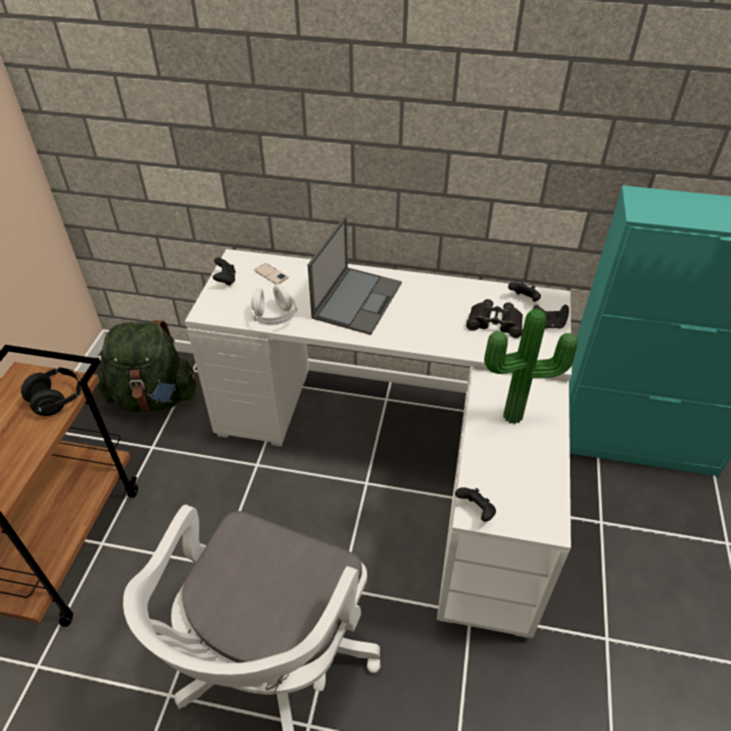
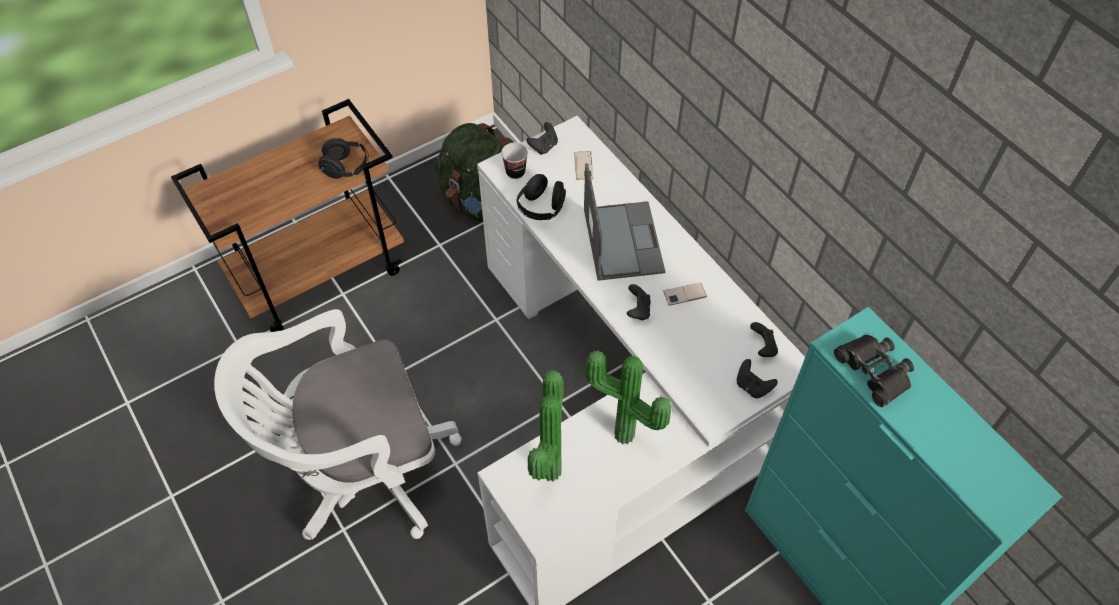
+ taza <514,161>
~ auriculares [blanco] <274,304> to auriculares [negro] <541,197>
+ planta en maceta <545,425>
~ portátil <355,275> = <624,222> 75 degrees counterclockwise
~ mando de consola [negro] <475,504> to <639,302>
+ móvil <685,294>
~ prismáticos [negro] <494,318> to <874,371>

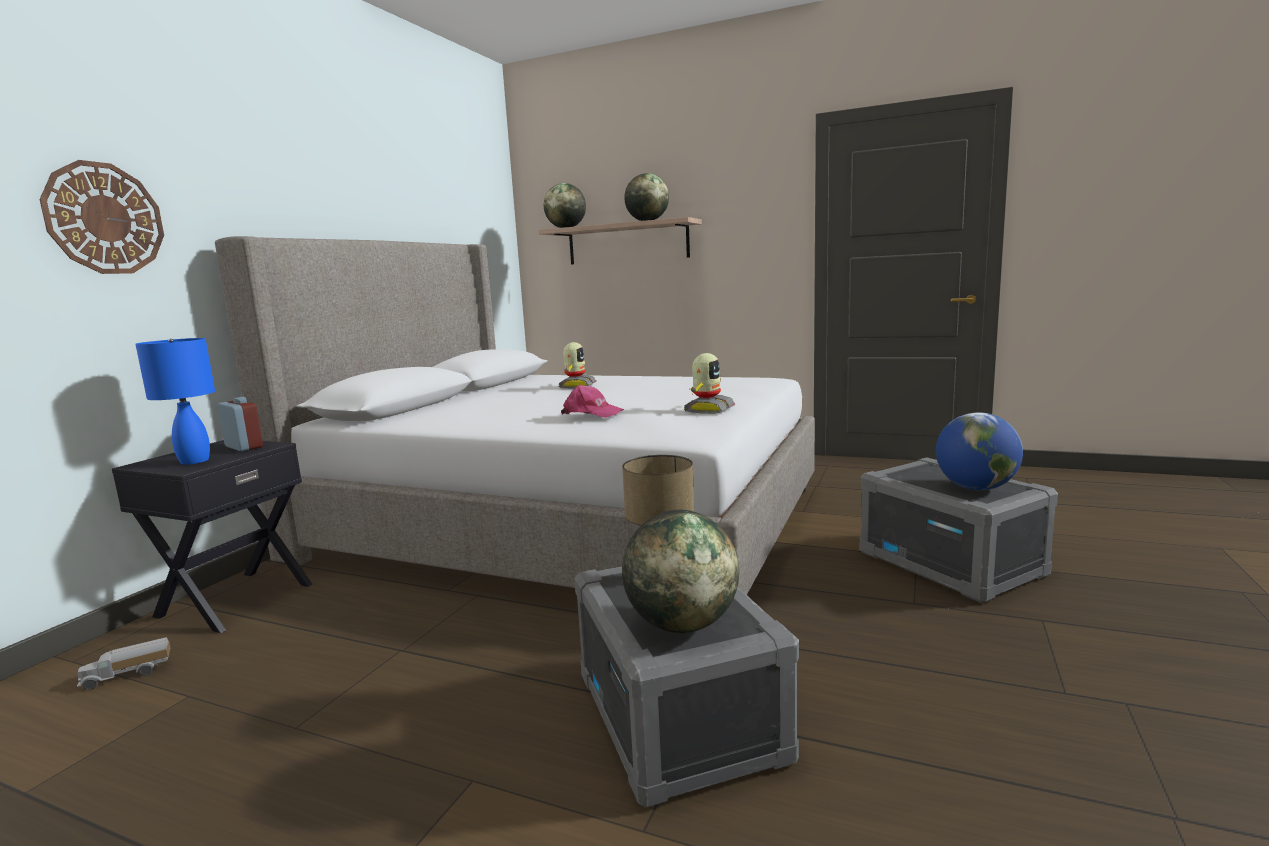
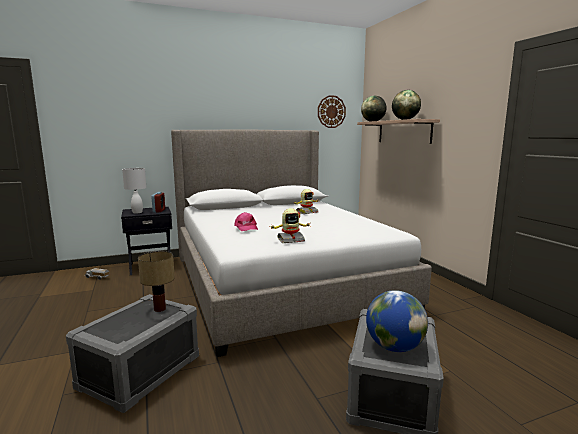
~ lámpara de mesa [azul] <175,401> to lámpara de mesa [blanco] <134,190>
~ reloj de pared <101,217> to <332,111>
- globo terráqueo <680,571>

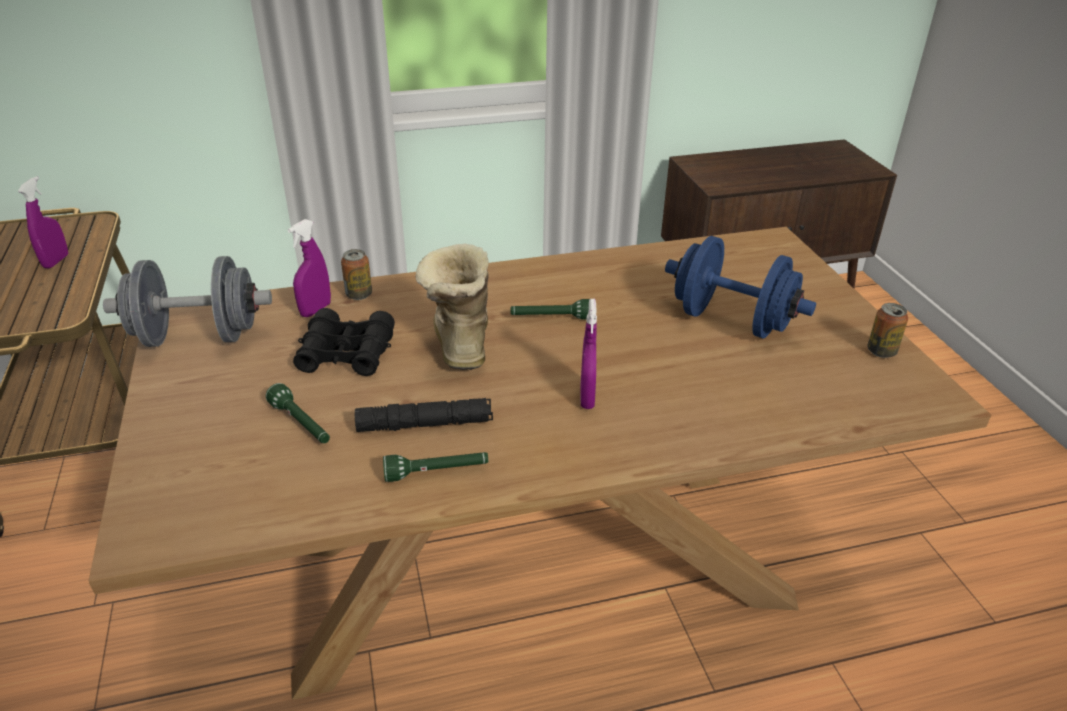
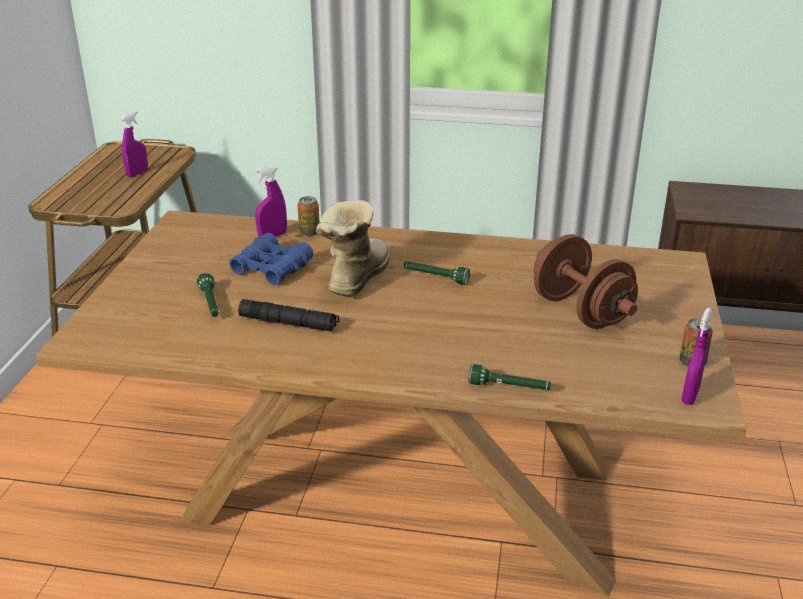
~ prismáticos [negro] <344,342> to prismáticos [azul] <271,259>
~ linterna [verde] <435,467> to <509,377>
~ mancuerna [azul] <740,287> to mancuerna [marrón] <586,281>
~ pulverizador [morado] <588,354> to <696,356>
- mancuerna [gris] <187,301>

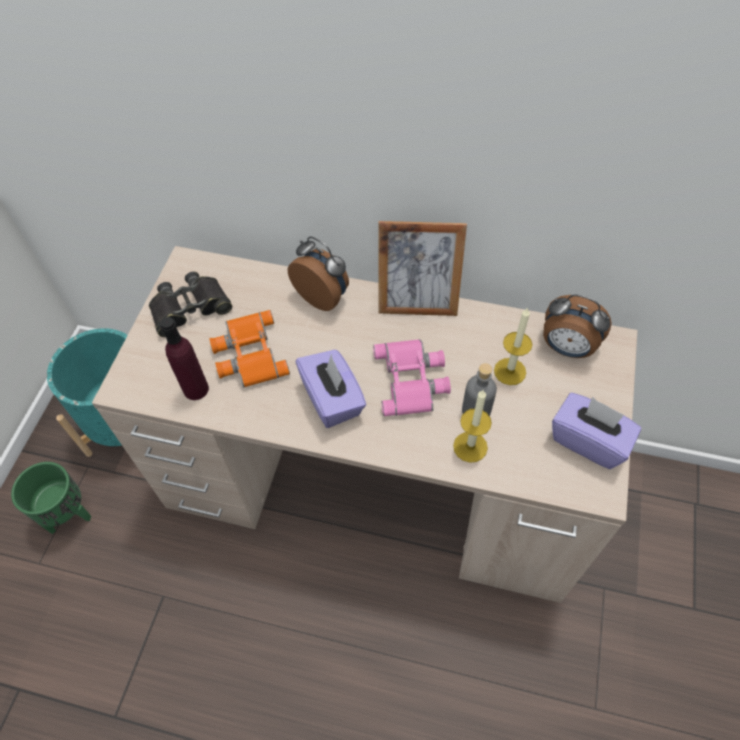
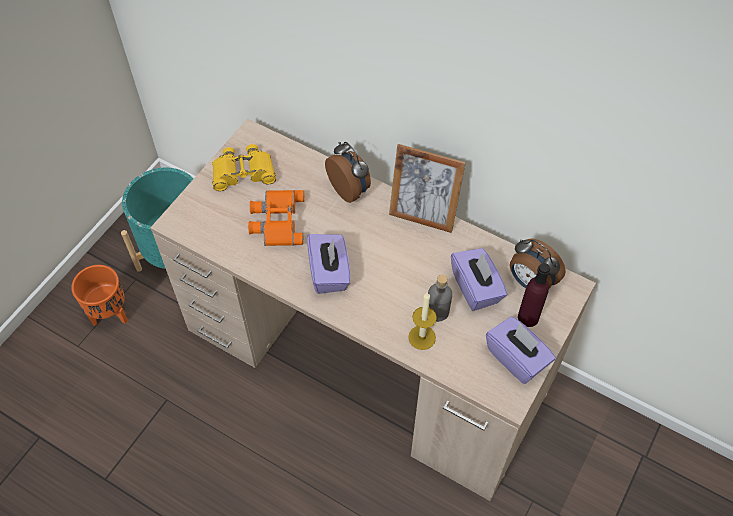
~ maceta [verde] <51,498> to maceta [naranja] <99,295>
~ prismáticos [negro] <190,304> to prismáticos [amarillo] <244,167>
~ vela <513,346> to caja de pañuelos [morado] <479,279>
~ botella [morado] <184,358> to <534,295>
- prismáticos [rosa] <412,377>

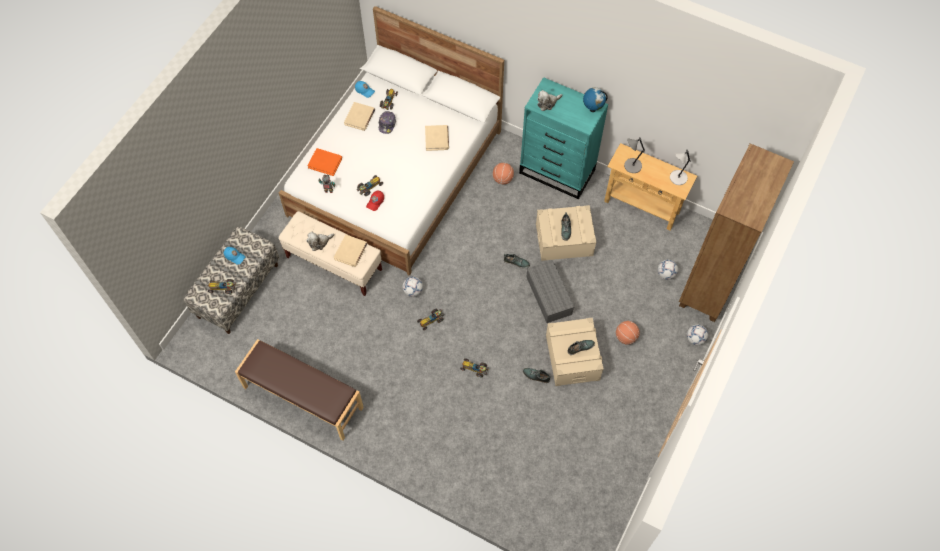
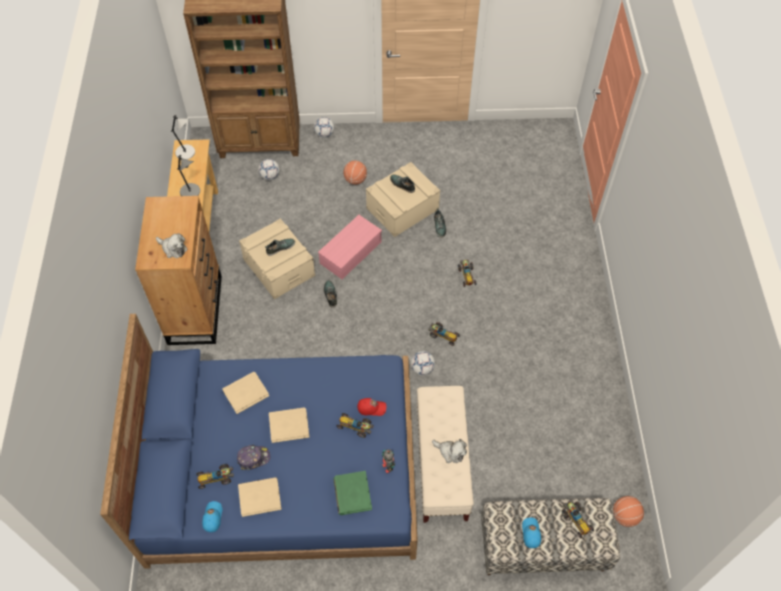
~ cama [blanco] <391,141> to cama [azul] <259,441>
~ cómoda [turquesa] <563,138> to cómoda [marrón] <178,270>
~ libro [beis] <350,251> to <289,425>
~ caja de almacenaje [gris] <550,291> to caja de almacenaje [rosa] <350,247>
~ libro [naranja] <324,162> to libro [verde] <352,493>
~ balón de baloncesto <503,173> to <628,511>
- banco [marrón] <299,390>
- globo terráqueo <595,100>

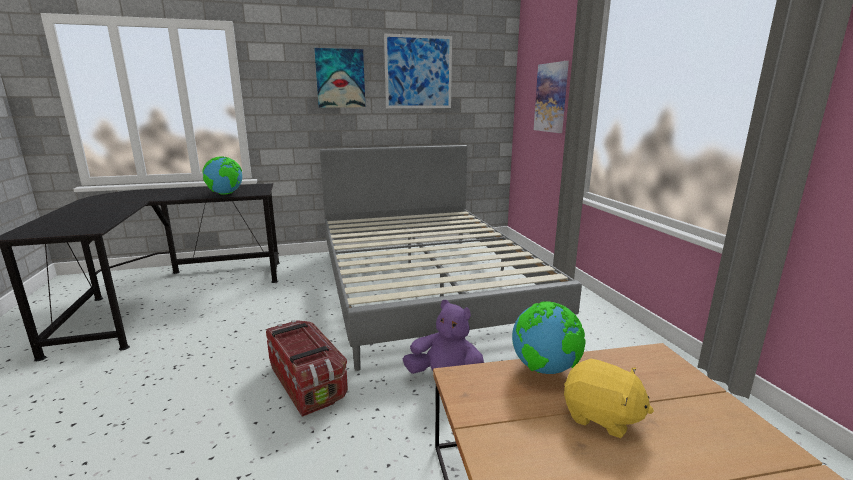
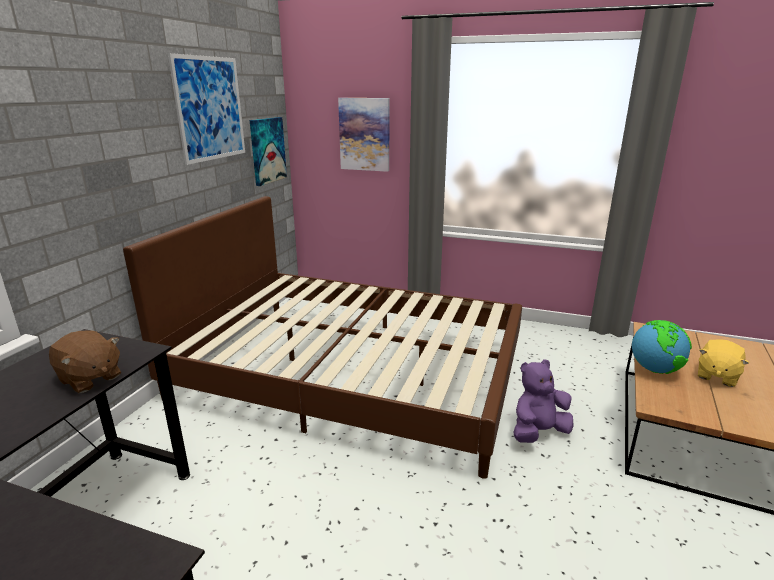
~ globo terráqueo <222,175> to peluche [marrón] <85,361>
~ cama [gris] <451,258> to cama [marrón] <322,337>
~ cuadro <339,78> to <268,151>
~ peluche [amarillo] <609,398> = <723,363> 150 degrees clockwise
- caja de almacenaje <307,368>

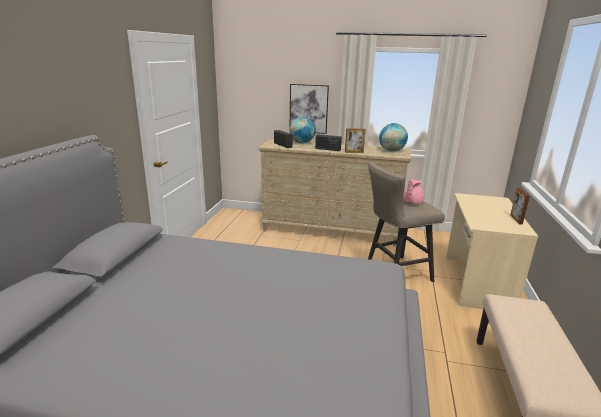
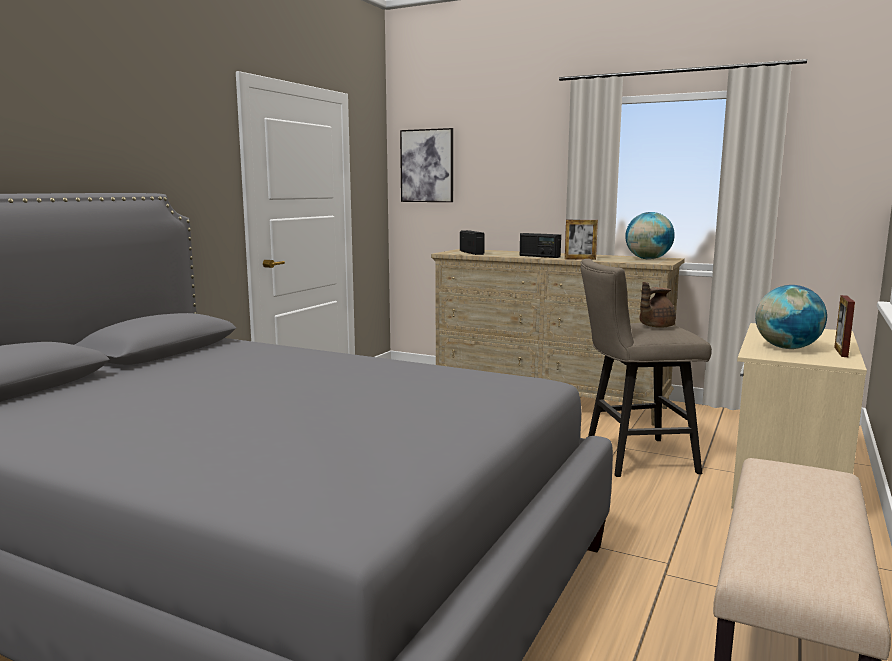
~ cuadro <309,109> to <426,165>
~ tetera [rosa] <413,191> to tetera [marrón] <658,305>
~ globo terráqueo <302,130> to <791,317>

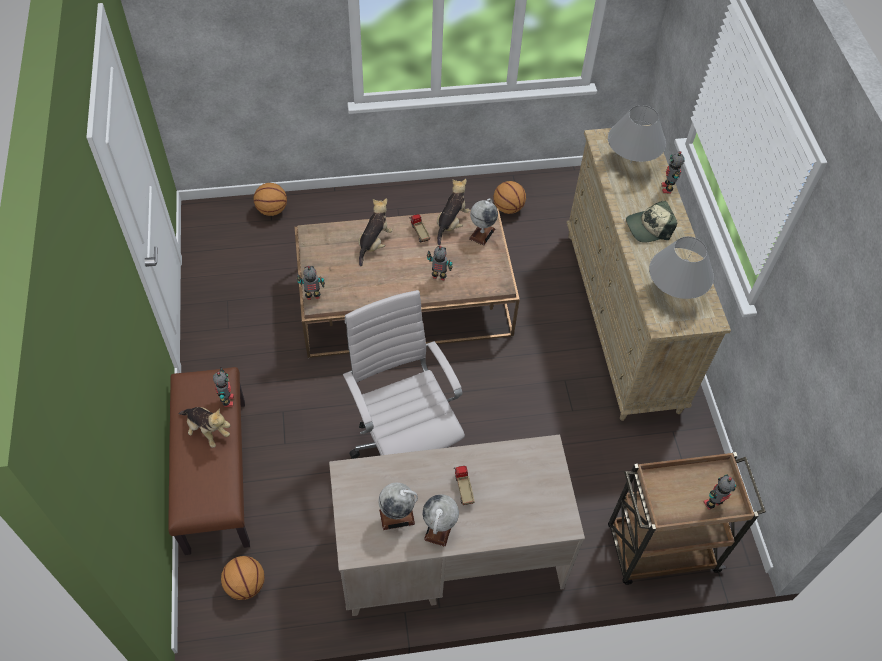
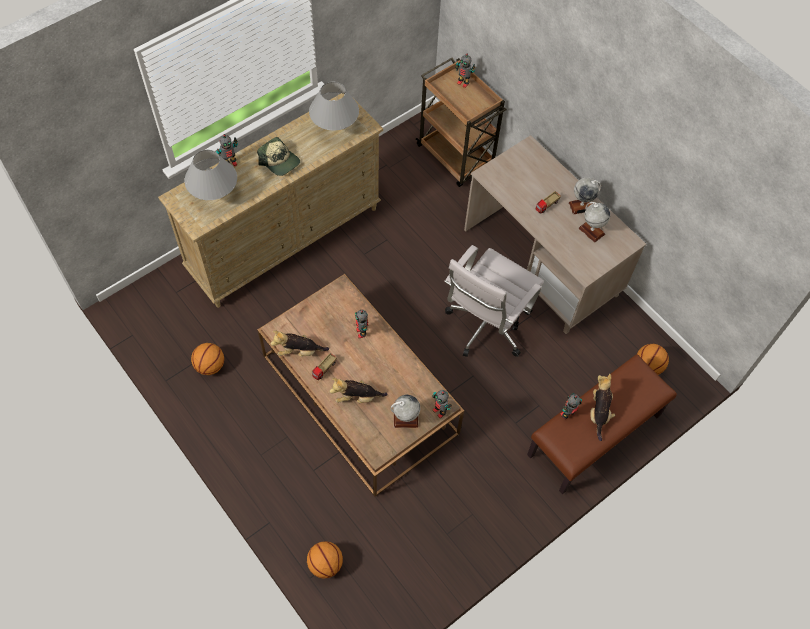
~ globo terráqueo <483,222> to <405,411>

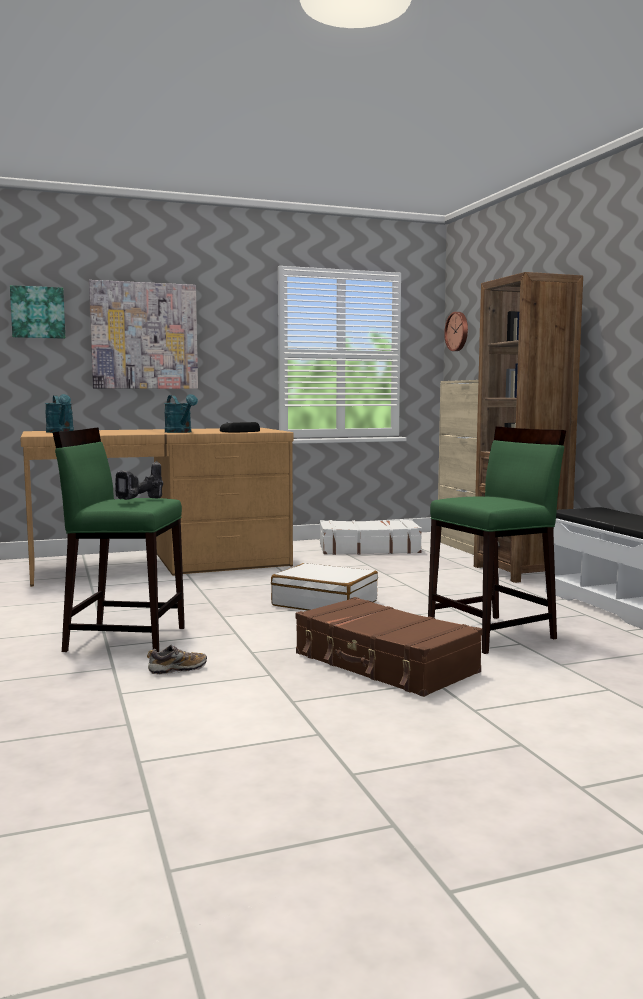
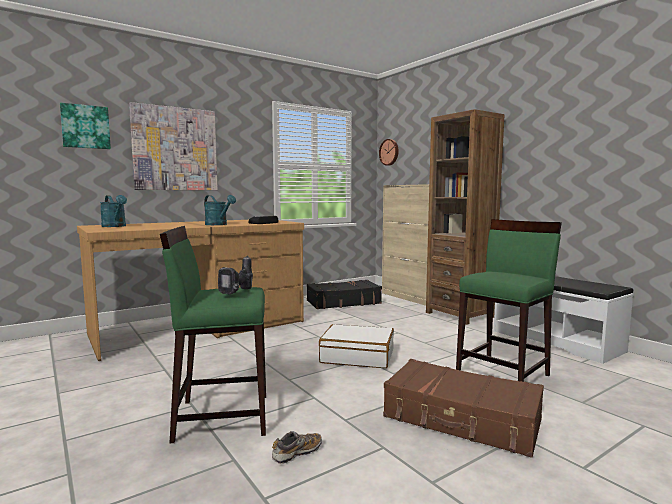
~ maleta [blanco] <371,537> to maleta [negro] <344,294>

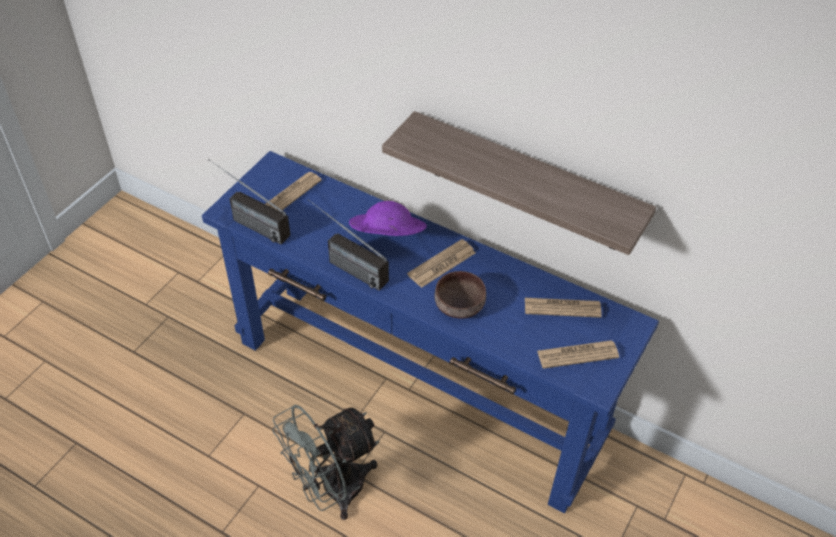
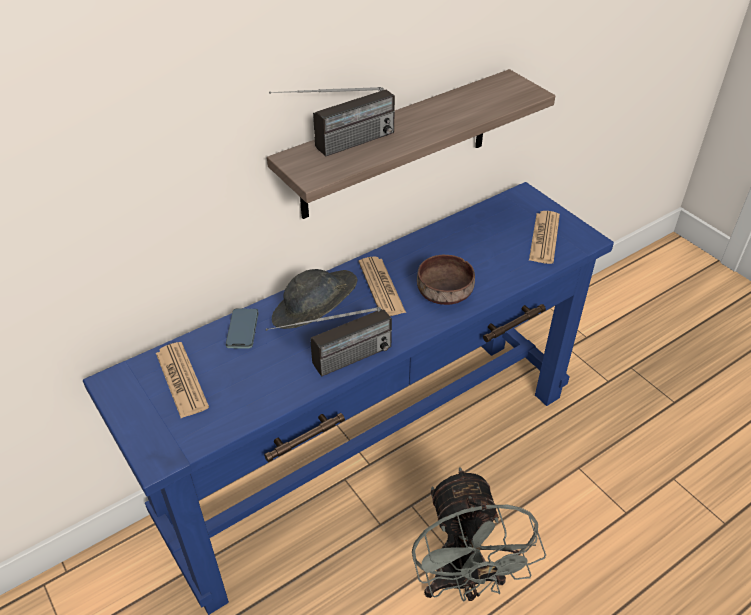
+ móvil <242,329>
~ radio <249,202> to <332,121>
~ sombrero [morado] <388,218> to sombrero [gris] <314,299>
- periódico <563,308>

